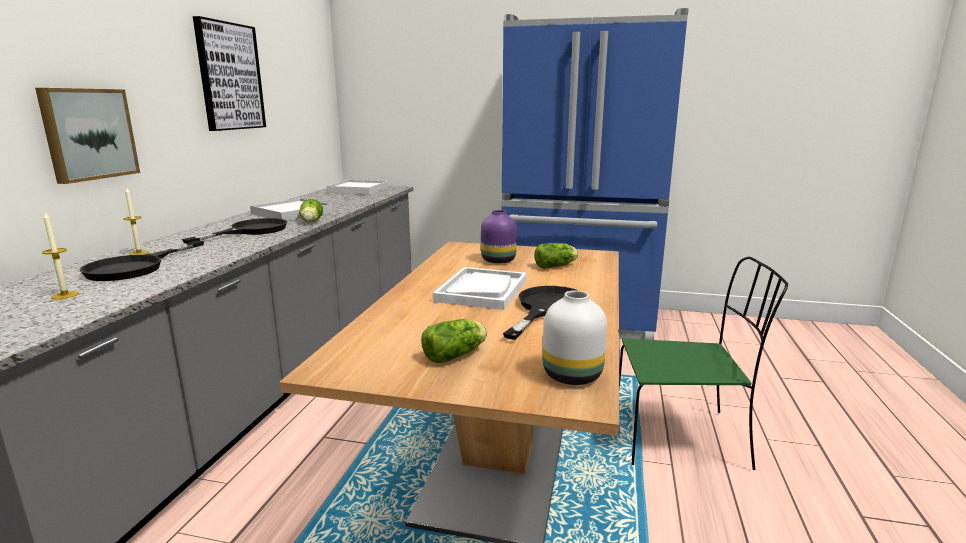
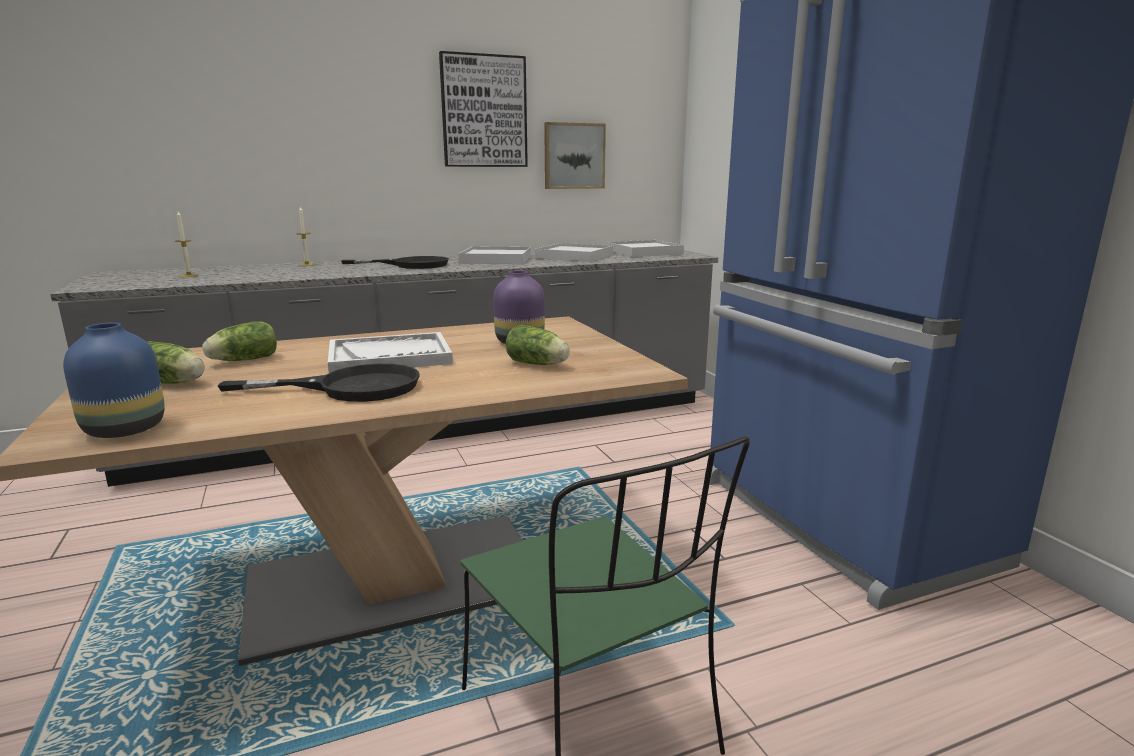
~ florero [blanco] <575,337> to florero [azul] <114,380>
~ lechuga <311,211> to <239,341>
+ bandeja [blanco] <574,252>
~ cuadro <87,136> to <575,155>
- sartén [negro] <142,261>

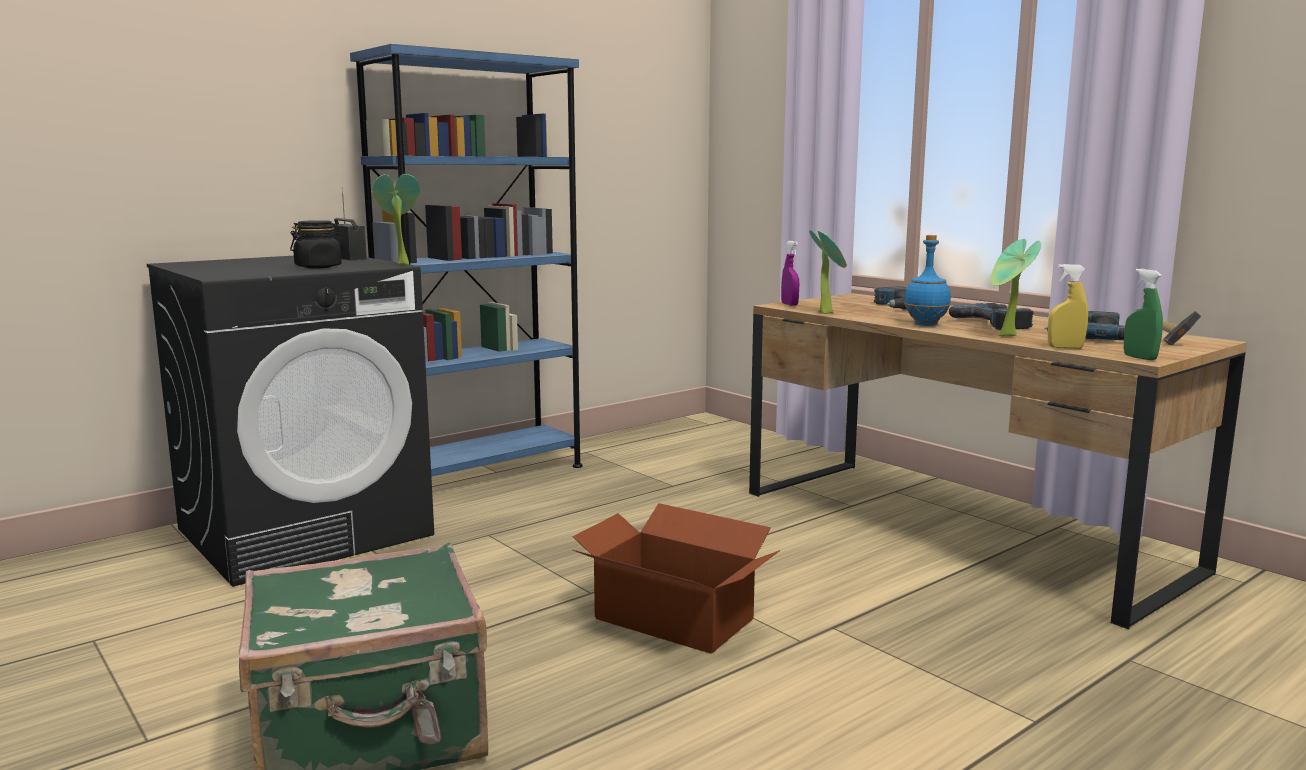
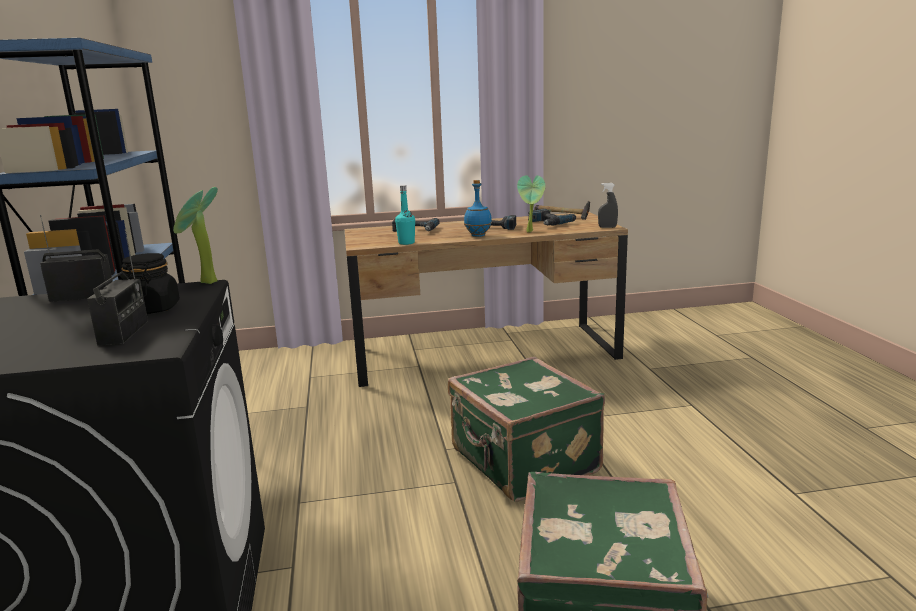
+ radio <117,287>
~ planta en maceta <828,272> to botella [turquesa] <405,215>
~ caja de cartón <676,578> to maleta [verde] <526,429>
~ pulverizador [verde] <1143,314> to pulverizador [gris] <608,205>
- pulverizador [morado] <790,273>
- pulverizador [amarillo] <1068,306>

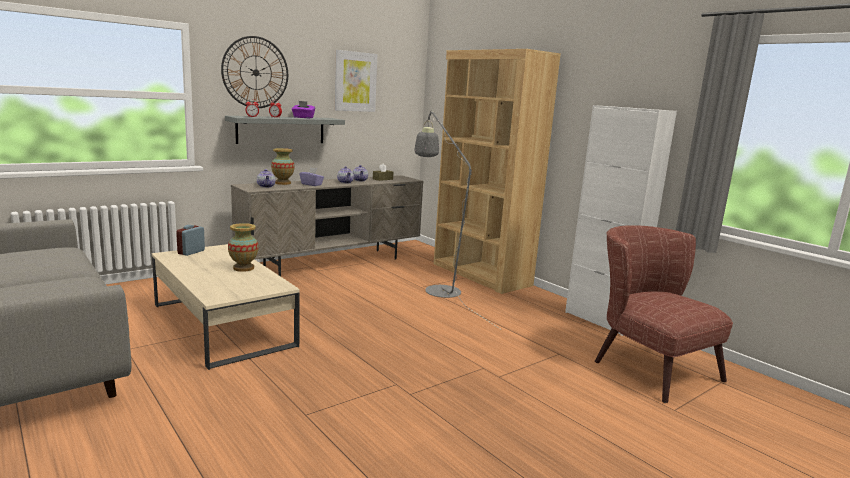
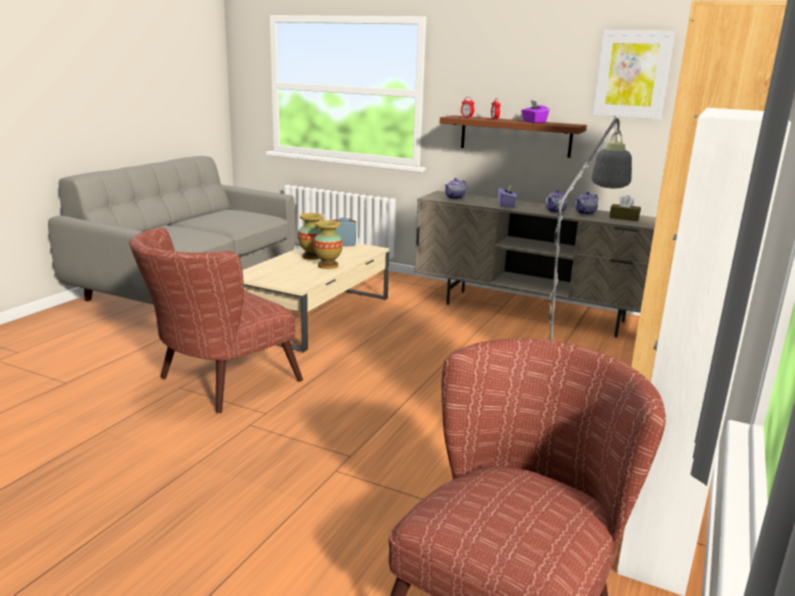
+ sillón [marrón] <216,320>
~ florero <283,166> to <311,236>
~ estante [gris] <285,130> to estante [marrón] <513,136>
- reloj de pared <254,72>

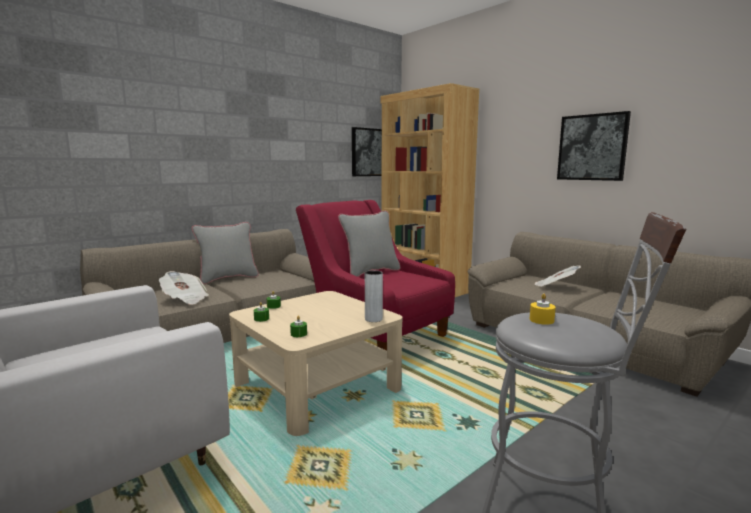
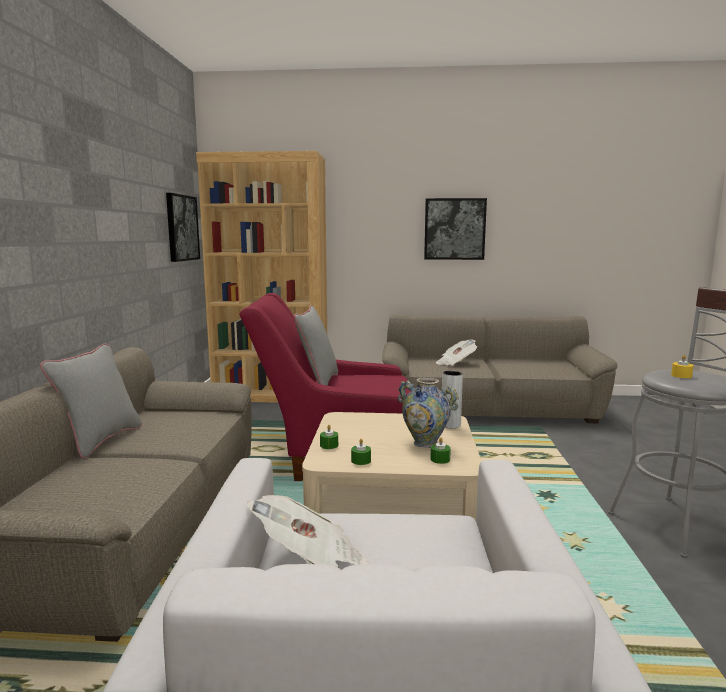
~ periódico <184,288> to <307,531>
+ florero <428,412>

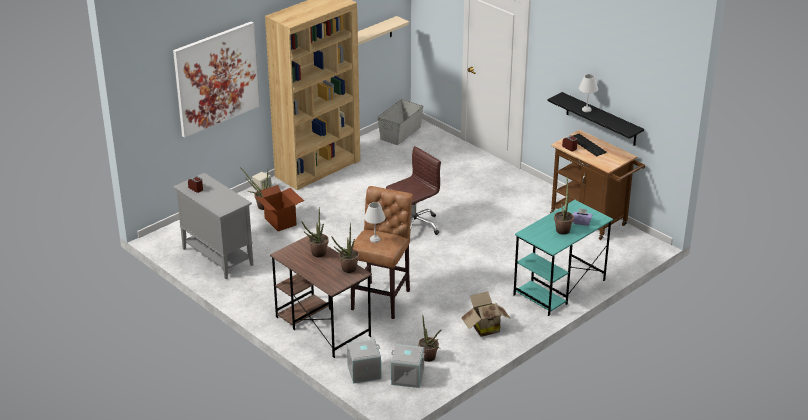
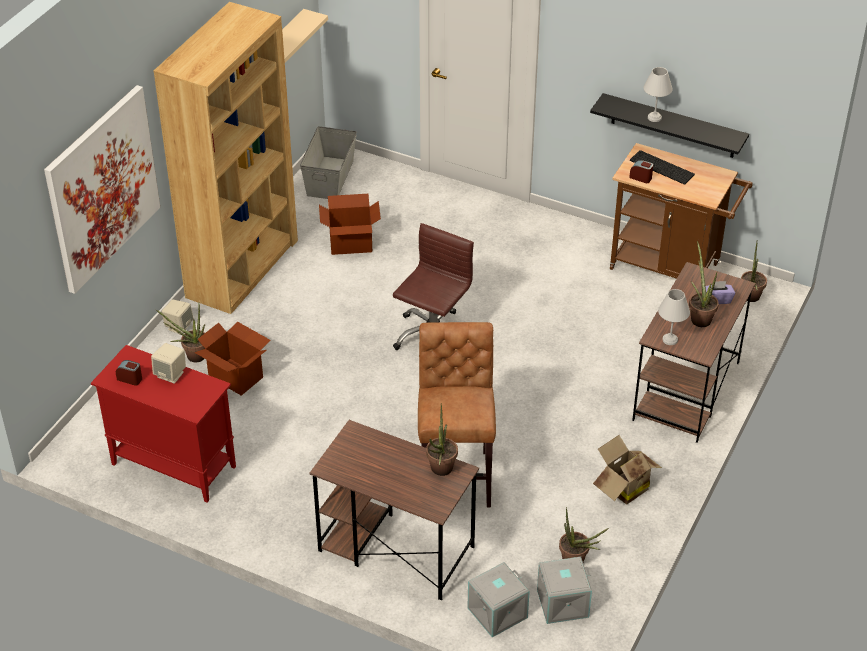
~ armario [gris] <213,226> to armario [rojo] <163,424>
+ altavoz [beis] <168,363>
+ caja de cartón <350,224>
~ escritorio [turquesa] <563,258> to escritorio [marrón] <693,352>
~ lámpara de mesa [blanco] <374,222> to <674,317>
~ planta en maceta <315,232> to <754,272>

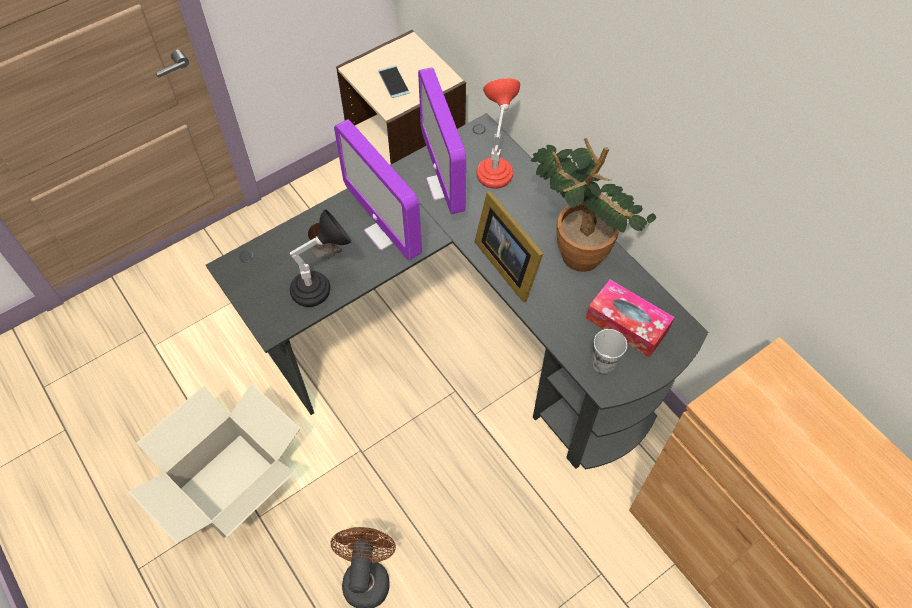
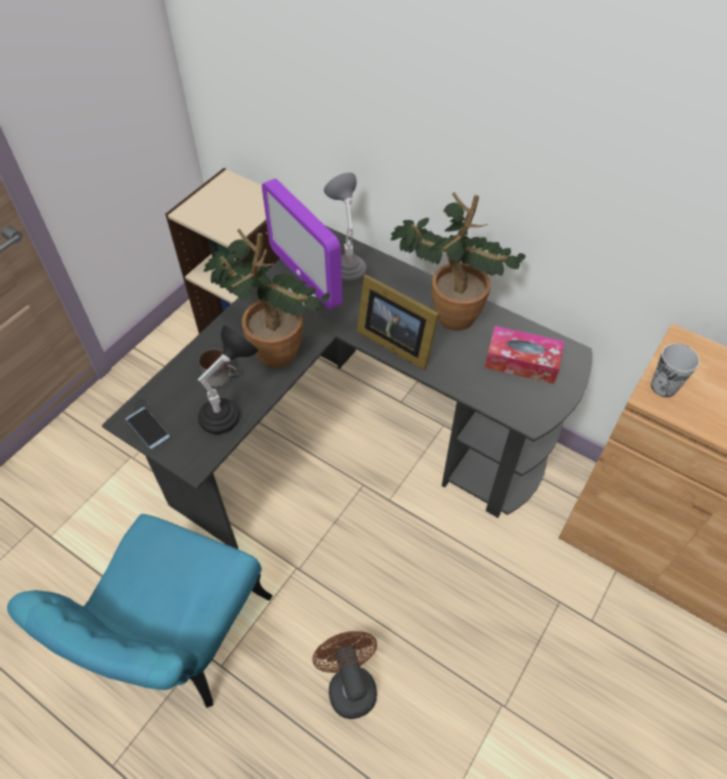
~ caja de cartón <214,464> to silla [turquesa] <140,611>
~ móvil <394,82> to <147,428>
~ monitor <378,189> to planta en maceta <267,298>
~ lámpara de mesa [rojo] <498,133> to lámpara de mesa [gris] <345,227>
~ taza <609,352> to <675,370>

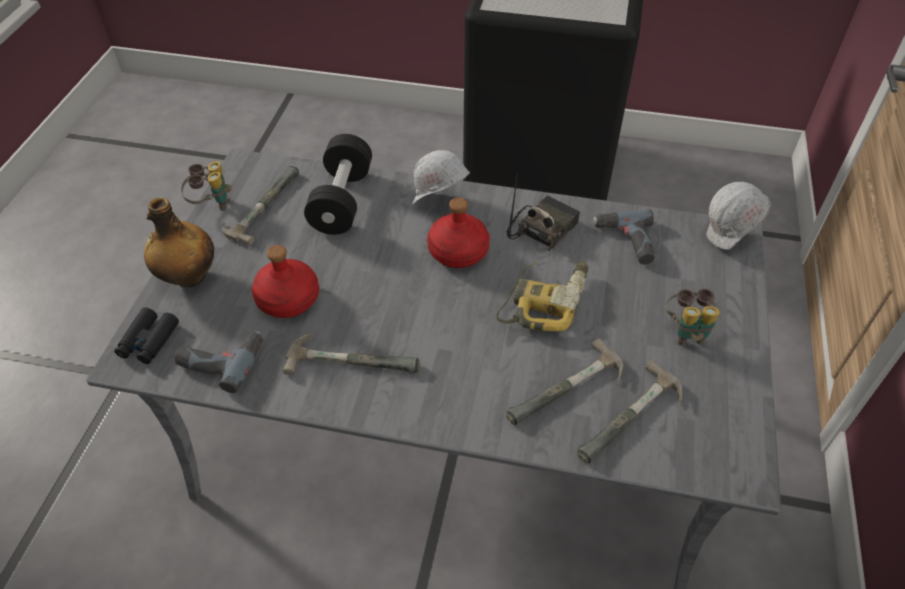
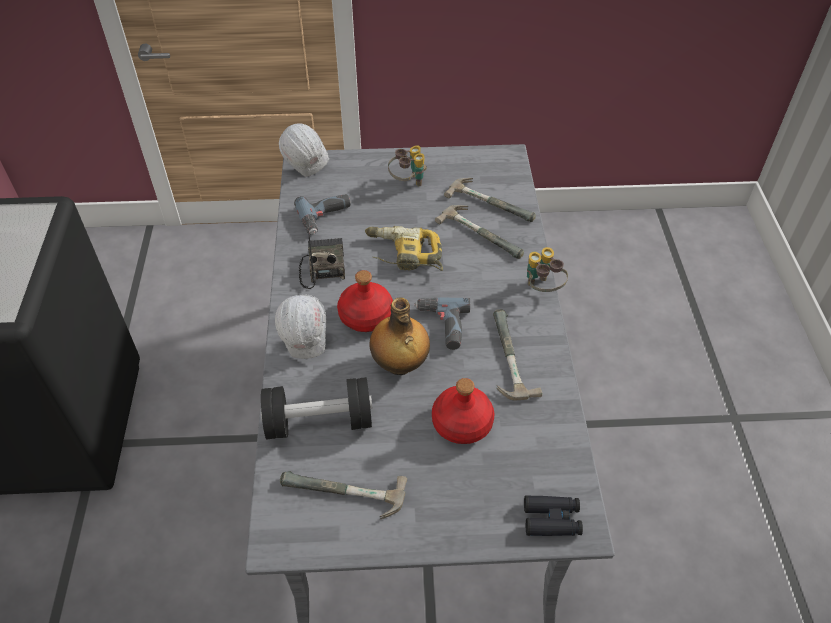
~ radio <543,212> = <322,260> 60 degrees clockwise
~ botella <179,242> to <399,336>
~ taladro <218,362> to <442,323>
~ prismáticos <206,186> to <547,269>

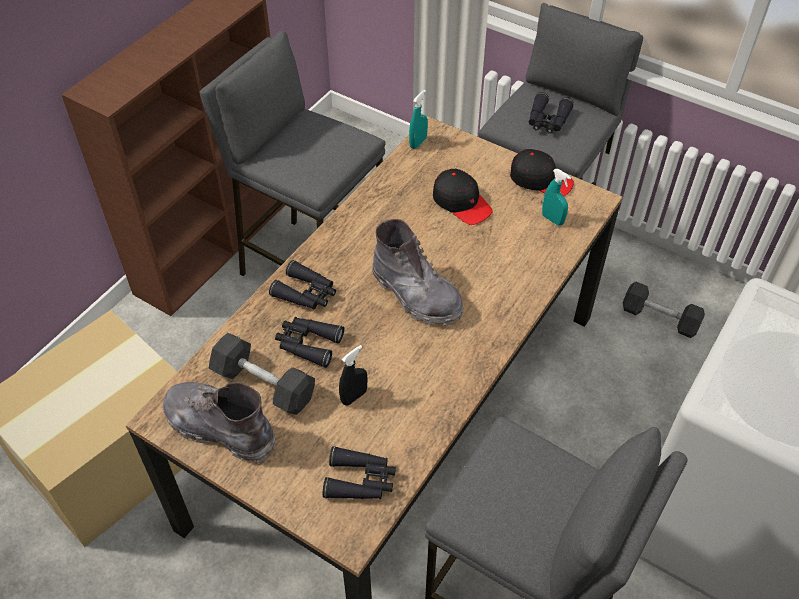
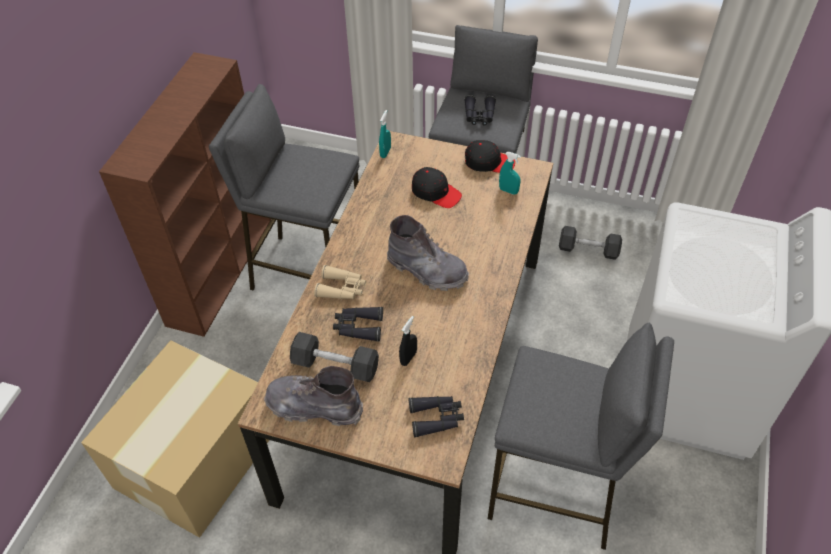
~ prismáticos [negro] <302,284> to prismáticos [beis] <340,282>

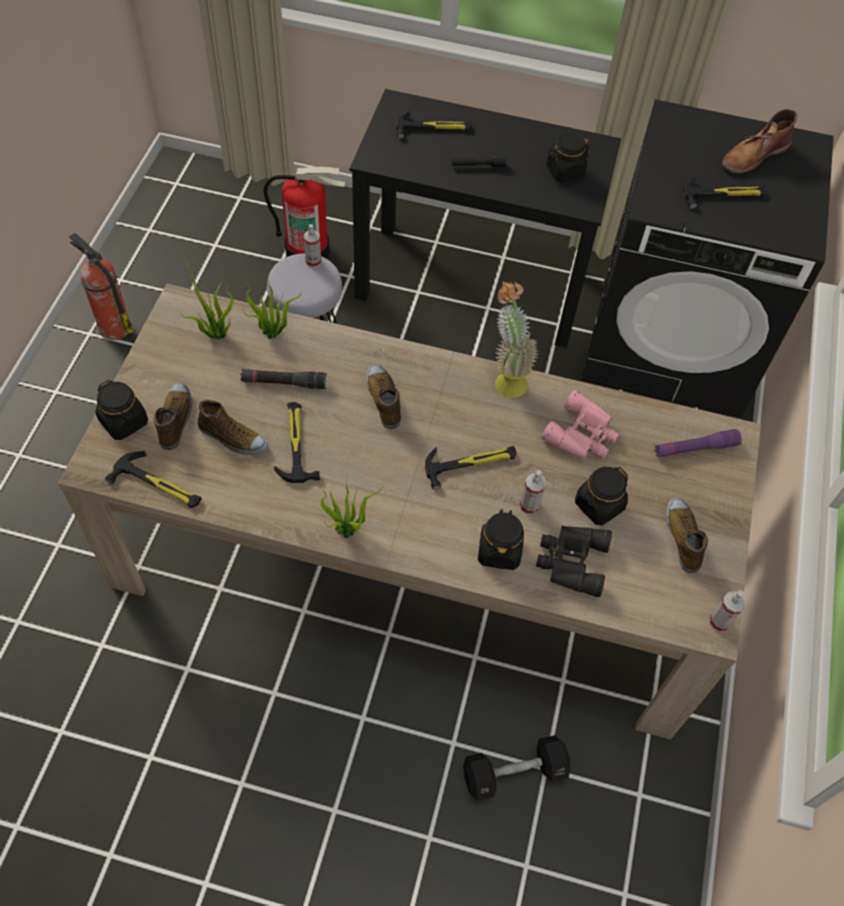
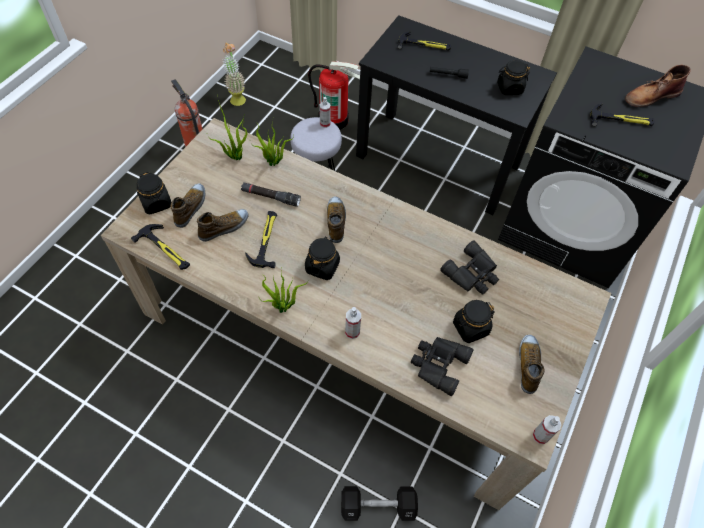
~ zapato <233,427> = <223,225> 75 degrees counterclockwise
~ planta en maceta <517,339> to <234,74>
~ tarro [negro] <501,539> to <322,258>
~ pulverizador <533,492> to <353,323>
~ prismáticos [rosa] <580,424> to prismáticos [negro] <469,267>
- martillo <471,468>
- linterna [morado] <698,443>

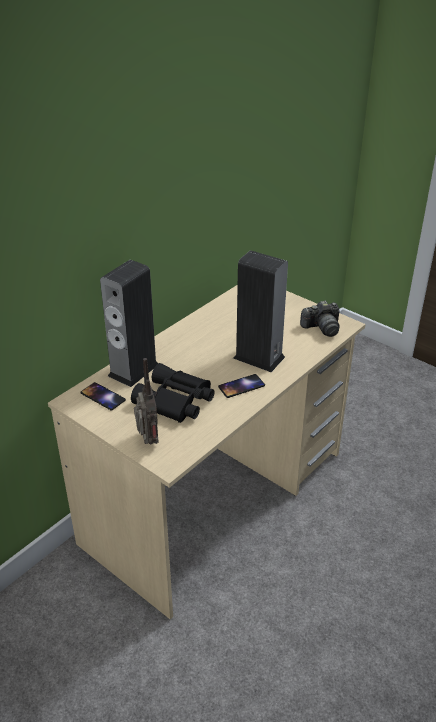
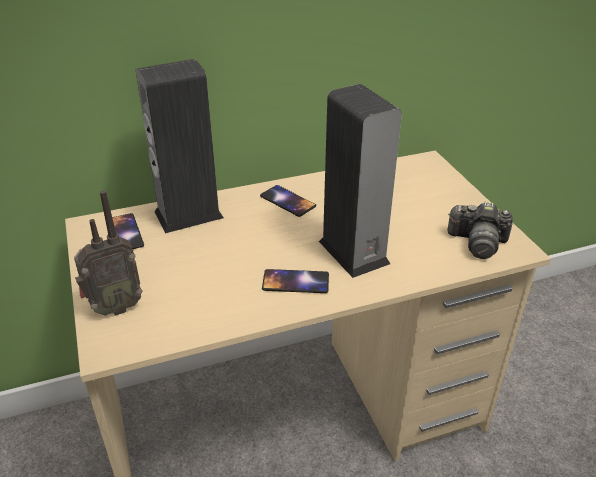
~ radio <146,401> = <108,253> 45 degrees clockwise
+ móvil <288,201>
- prismáticos [negro] <173,393>

